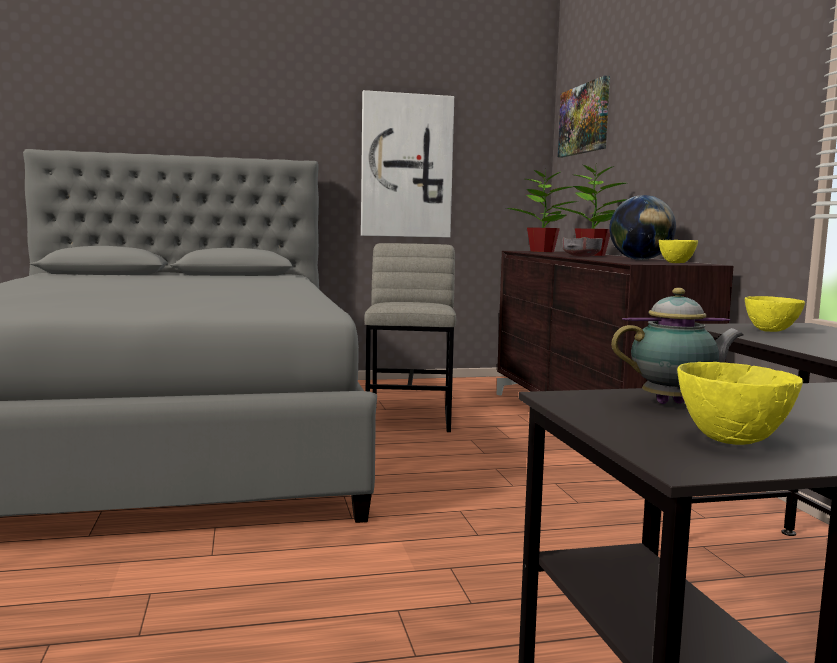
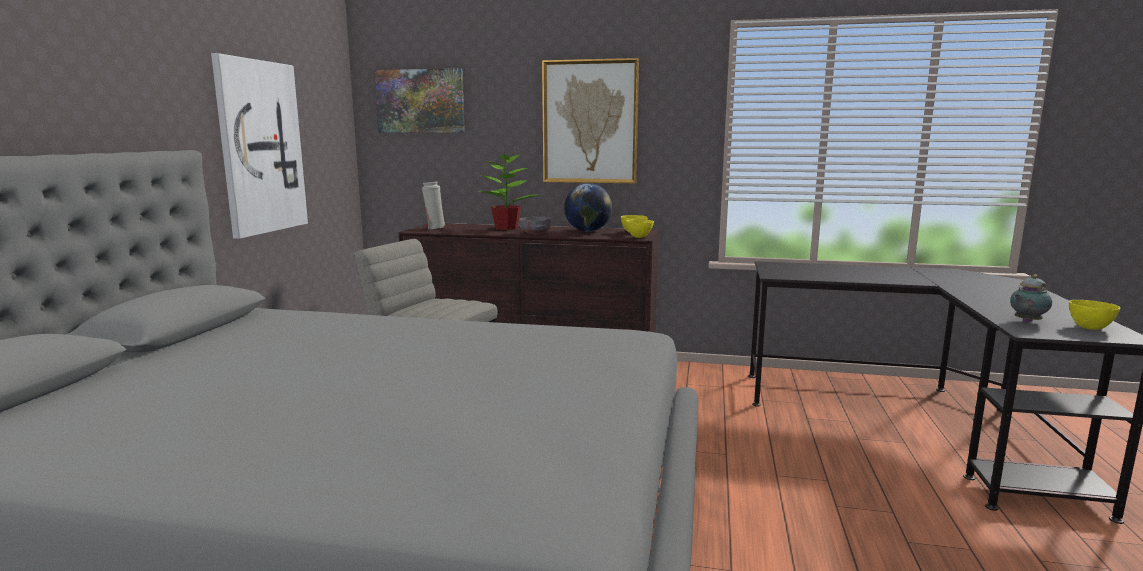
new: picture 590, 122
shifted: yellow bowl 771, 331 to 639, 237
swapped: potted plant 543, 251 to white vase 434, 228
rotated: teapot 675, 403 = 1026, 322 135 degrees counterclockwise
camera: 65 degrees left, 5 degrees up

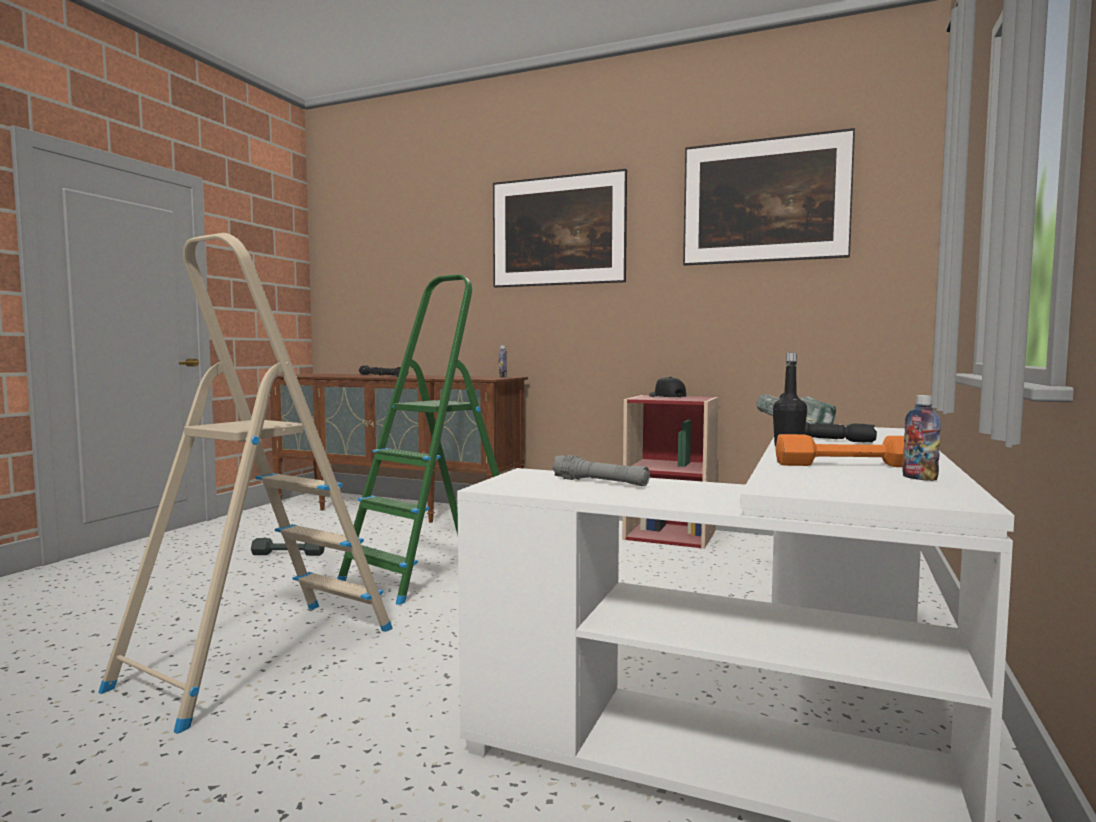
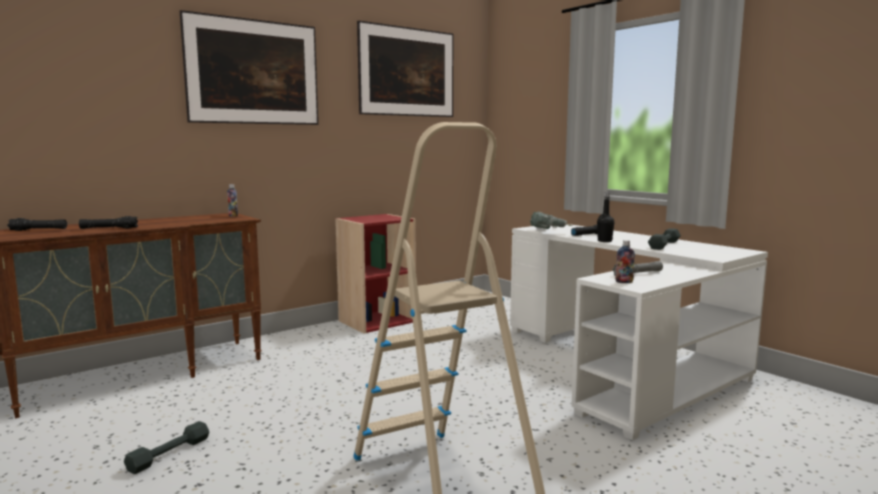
gone: green step ladder 435, 569; black cap 667, 397
shifted: bottle 919, 478 to 624, 282
repainted: orange dumbbell 848, 465 to grey dumbbell 664, 245
camera: 60 degrees left, 5 degrees up

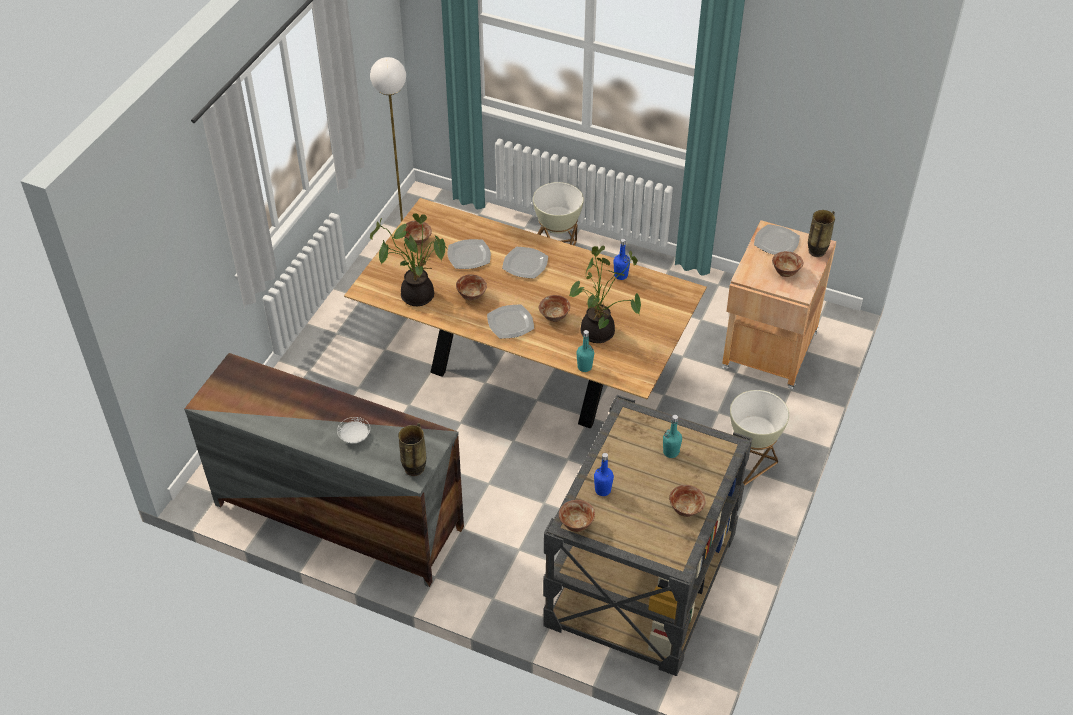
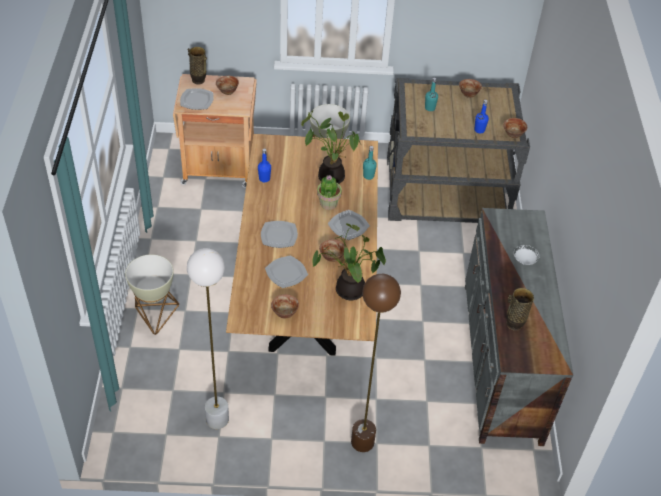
new: brown floor lamp 362, 442
shifted: vase 415, 469 to 514, 324
swapped: bowl 554, 317 to potted plant 328, 203
camera: 115 degrees left, 0 degrees up

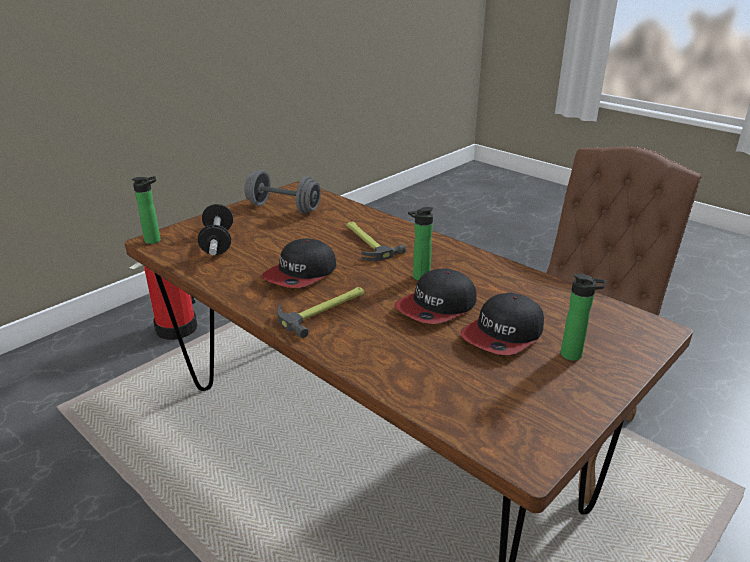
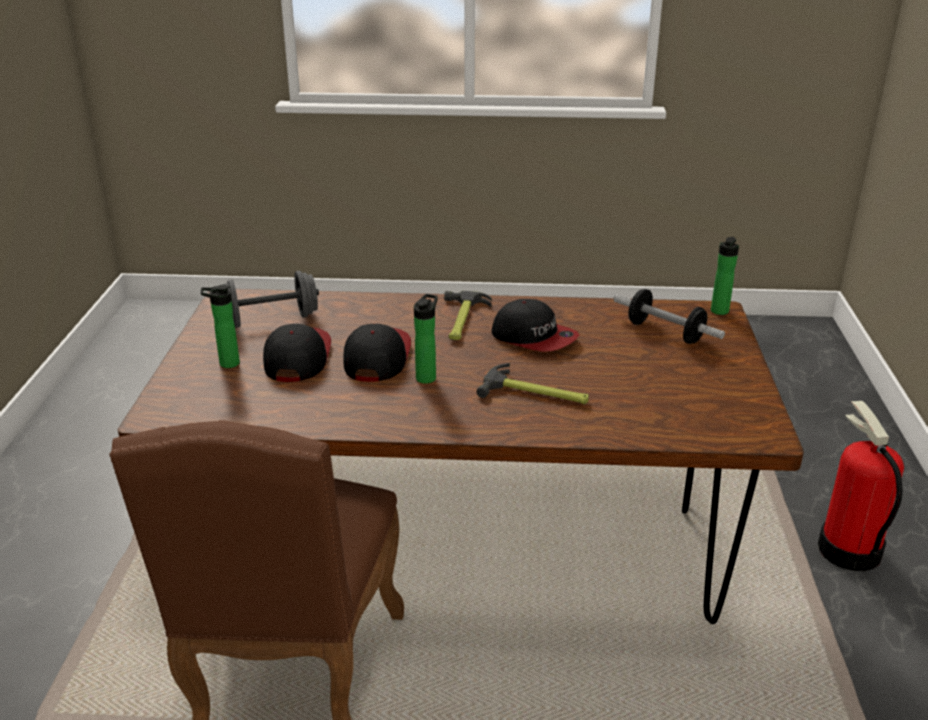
shifted: grey dumbbell 284, 208 to 270, 319
rotated: cap 301, 274 = 534, 337 135 degrees clockwise
camera: 140 degrees right, 0 degrees up

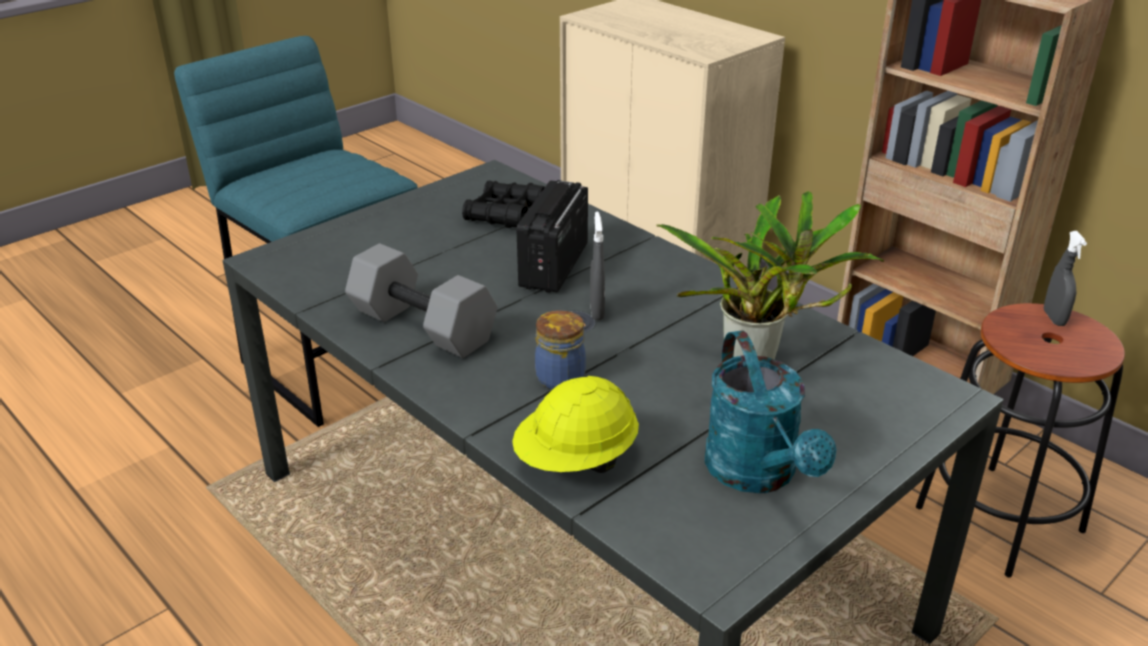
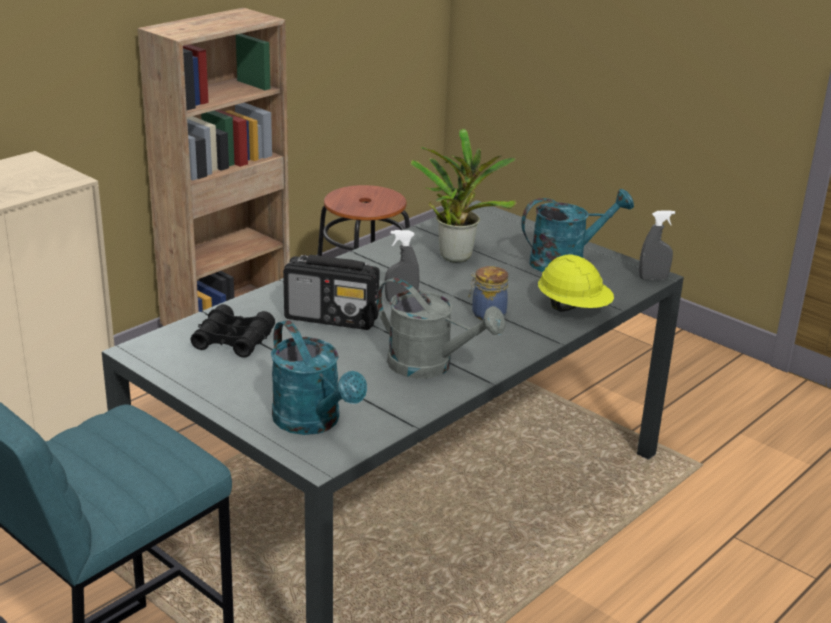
new: turquoise watering can 313, 422
shifted: grey spray bottle 1054, 318 to 653, 278
swapped: grey dumbbell 425, 326 to grey watering can 430, 366
camera: 95 degrees left, 5 degrees down

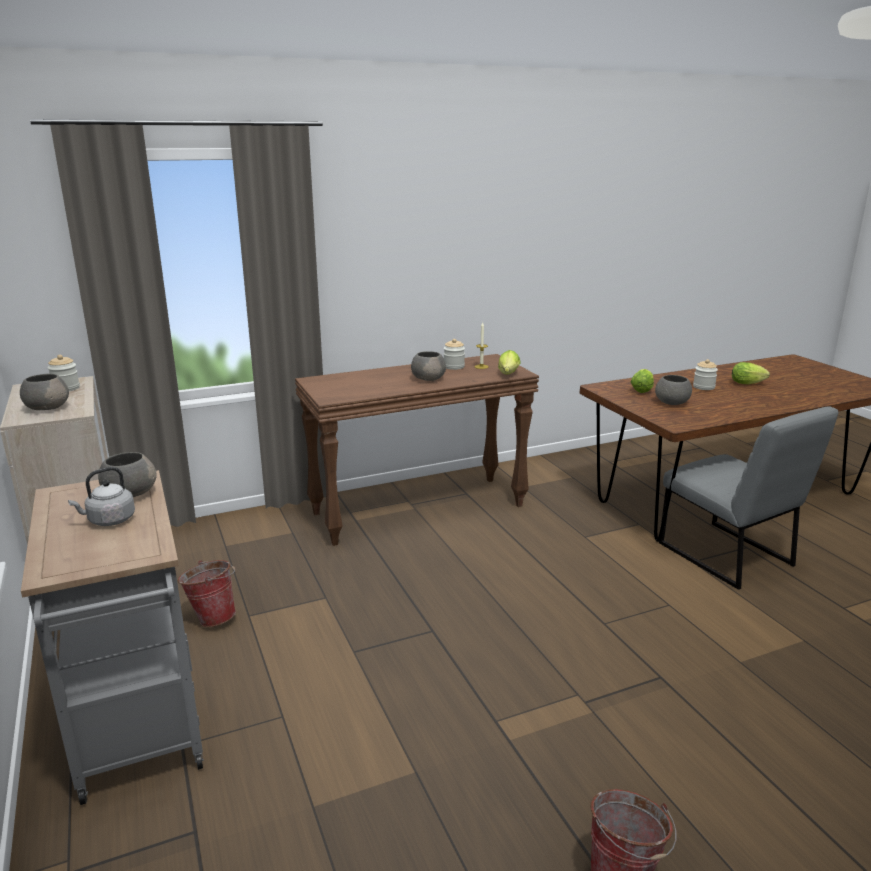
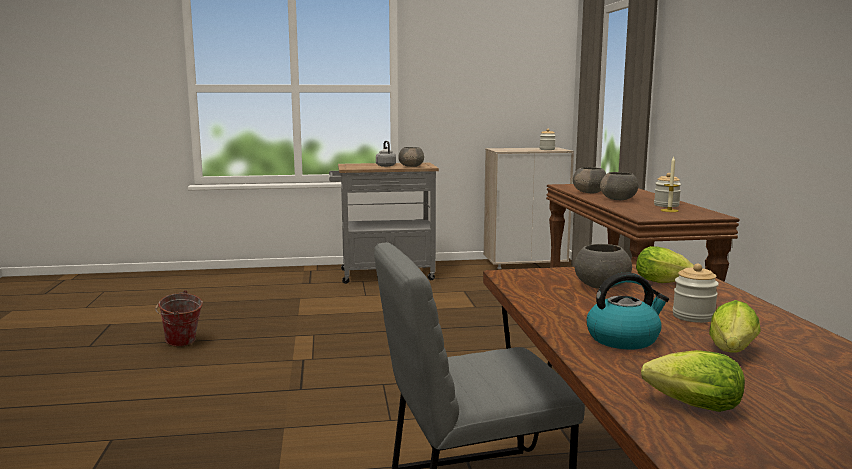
gone: bucket 213, 617
new: kettle 623, 339
shifted: grey bowl 47, 408 to 590, 192; lettuce 508, 375 to 688, 405
camera: 105 degrees right, 10 degrees down

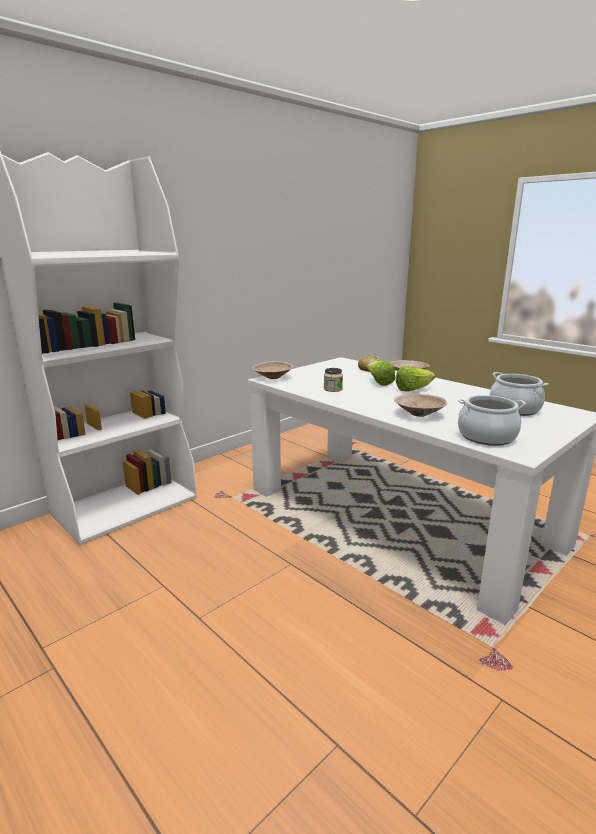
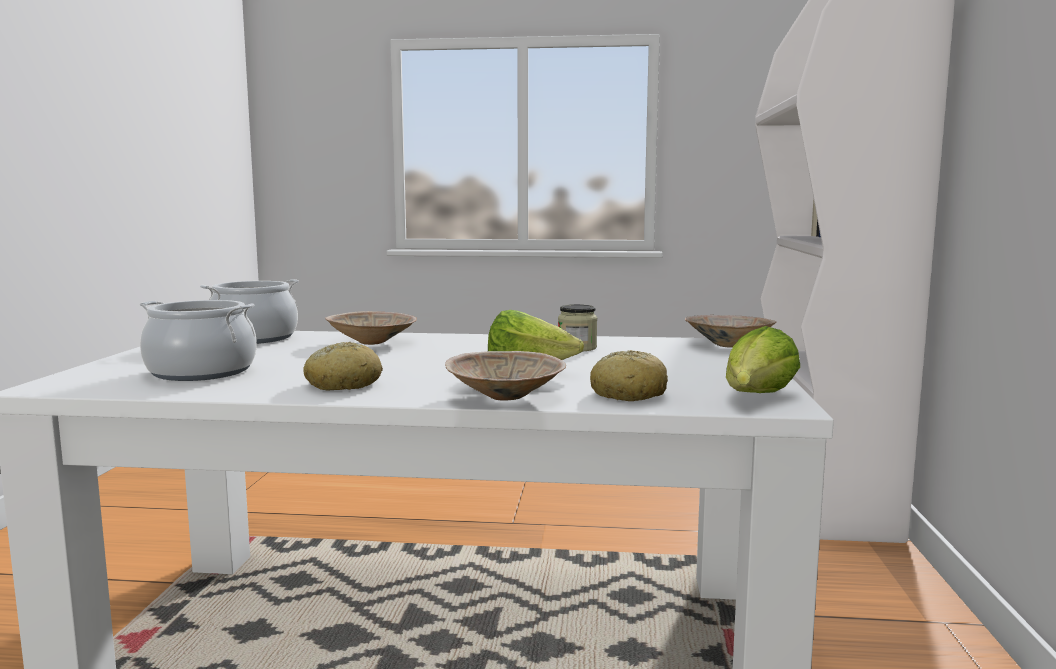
new: bread 342, 384
shifted: lettuce 412, 390 to 757, 398
camera: 140 degrees right, 10 degrees down

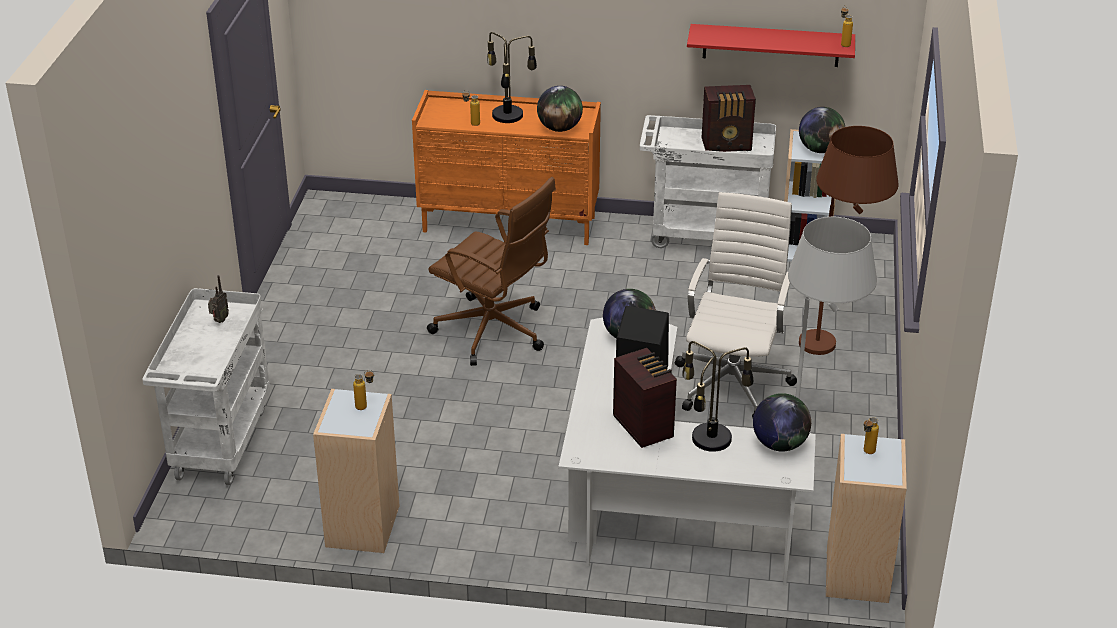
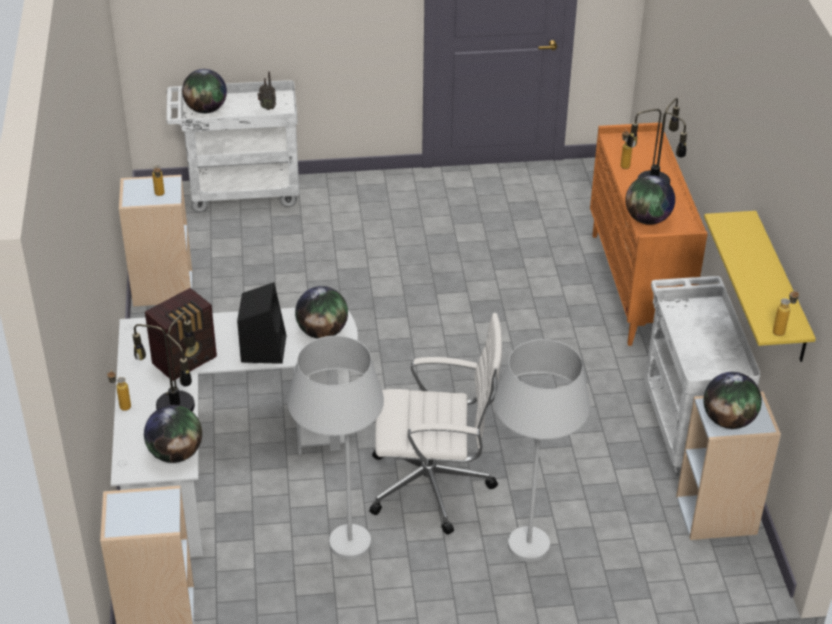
gone: brown office chair 494, 332; radio 727, 145
new: globe 206, 109
shifted: bottle 866, 453 to 121, 405
repainted: brown floor lamp 837, 348 to white floor lamp 528, 563; red shelf 771, 45 to yellow shelf 780, 288
camera: 75 degrees right, 5 degrees up

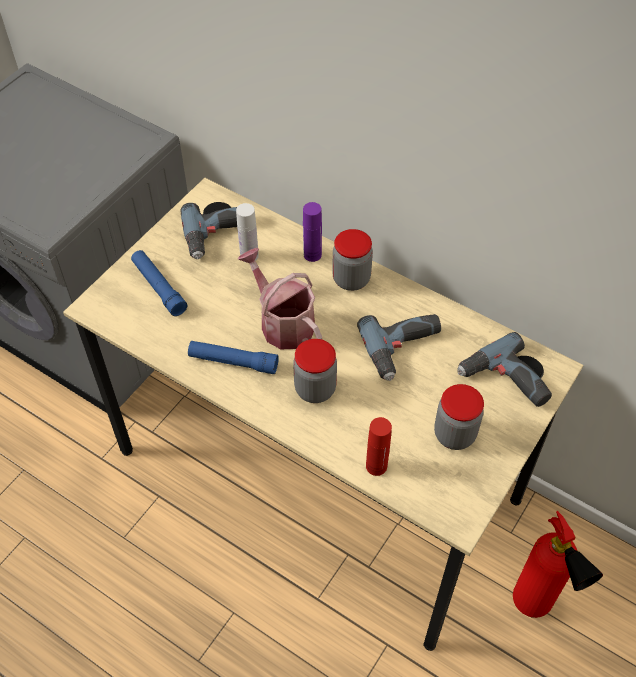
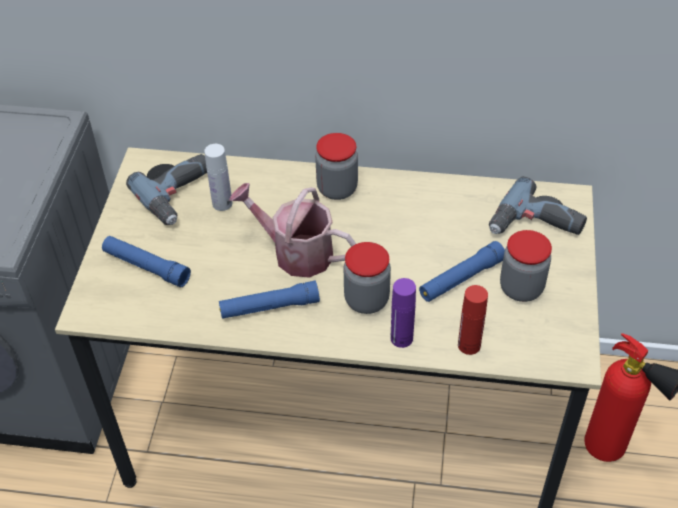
gone: power drill 404, 349
new: blue flashlight 461, 279
shifted: purple bottle 312, 254 to 401, 338
camera: 25 degrees left, 5 degrees down

